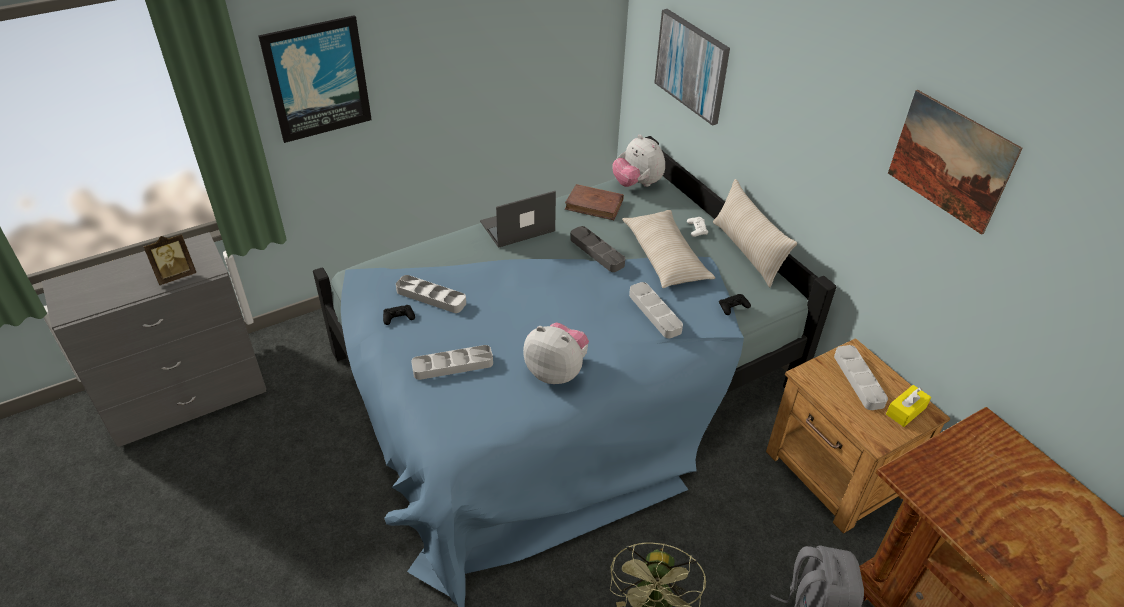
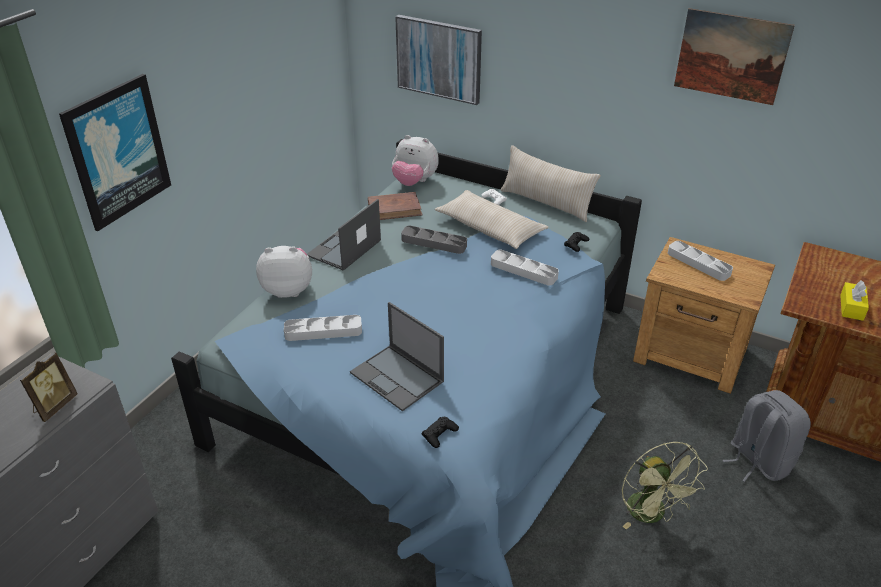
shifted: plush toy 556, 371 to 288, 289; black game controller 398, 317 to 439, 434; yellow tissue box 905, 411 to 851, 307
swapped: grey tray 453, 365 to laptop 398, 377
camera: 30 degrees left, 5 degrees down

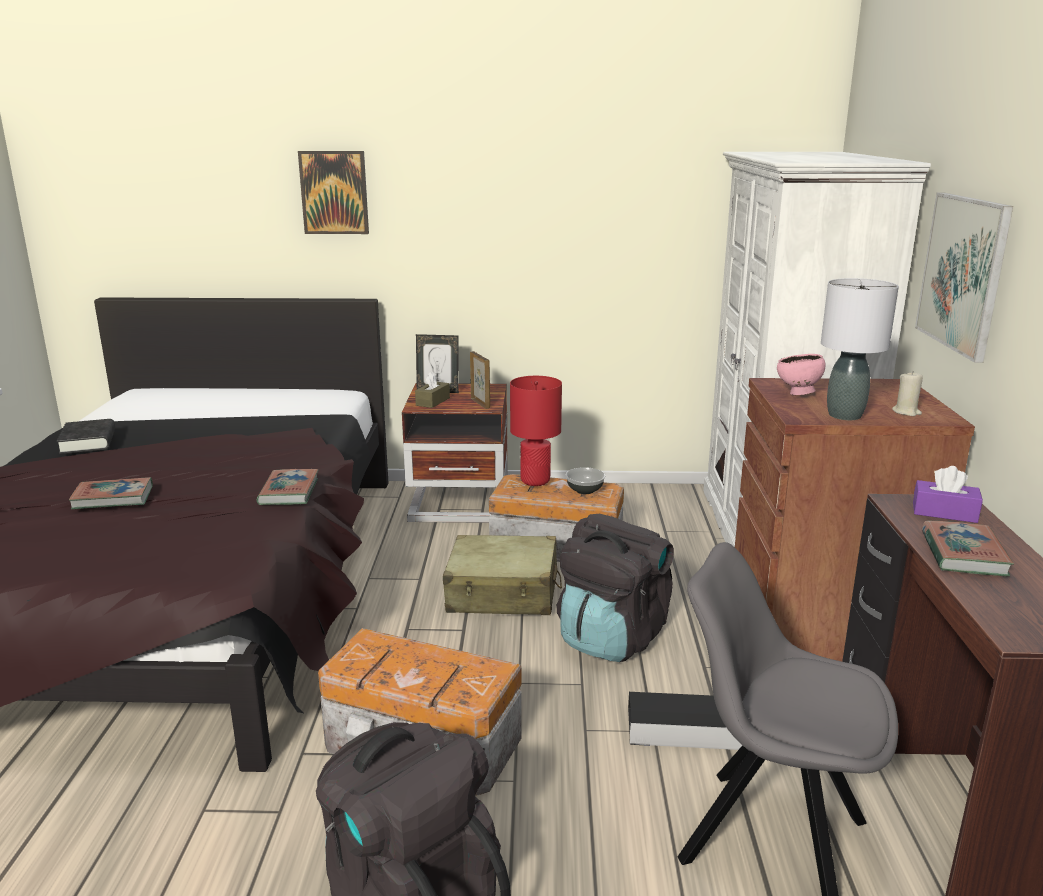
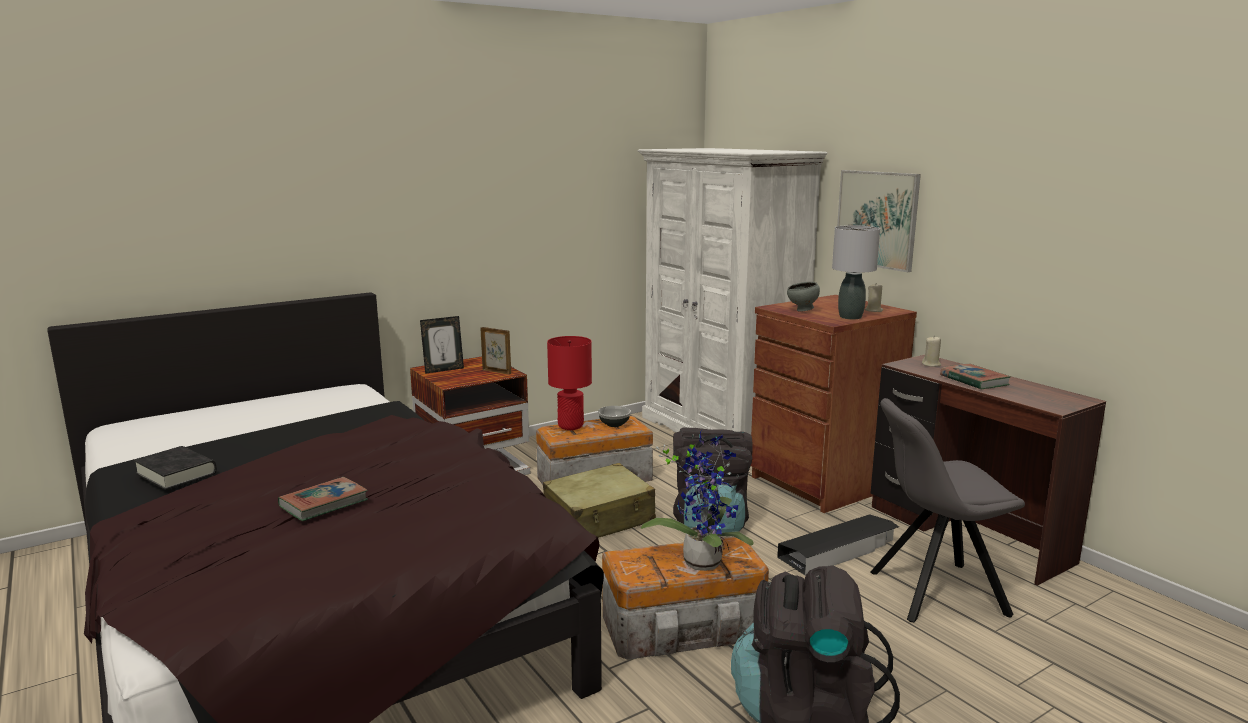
gone: book 289, 492; picture 334, 192; brown tissue box 433, 401
new: potted plant 702, 560
swapped: purple tissue box 944, 512 to beige candle 931, 364
repainted: pink bowl 798, 394 to grey bowl 802, 311
camera: 35 degrees left, 5 degrees down

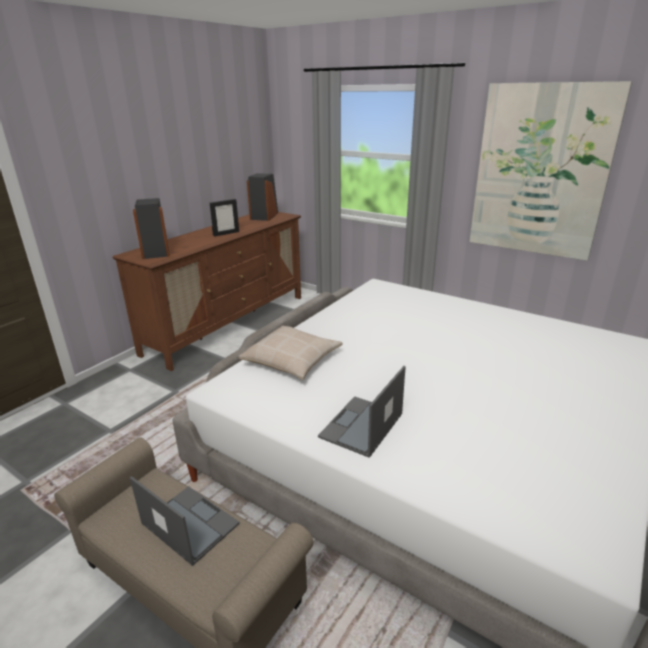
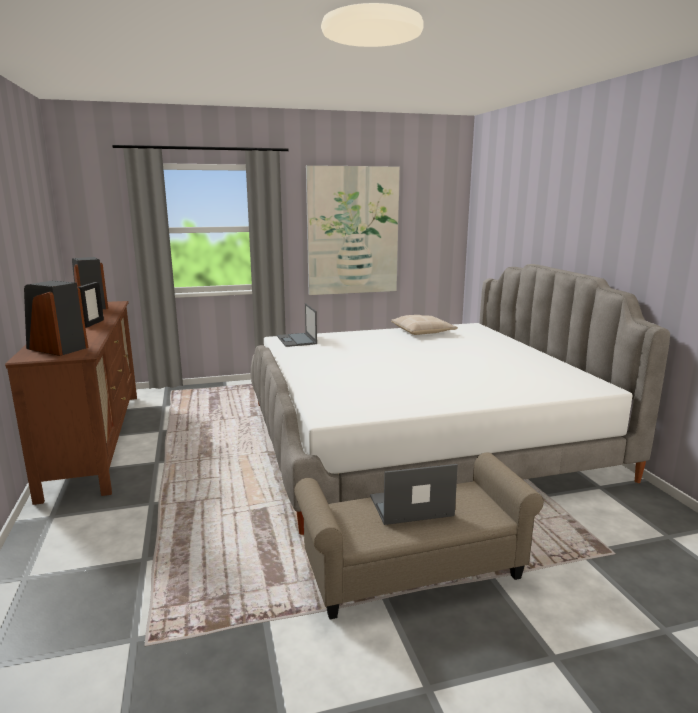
shifted: laptop 361, 426 to 297, 340; beige pillow 292, 360 to 423, 332
camera: 50 degrees left, 10 degrees down

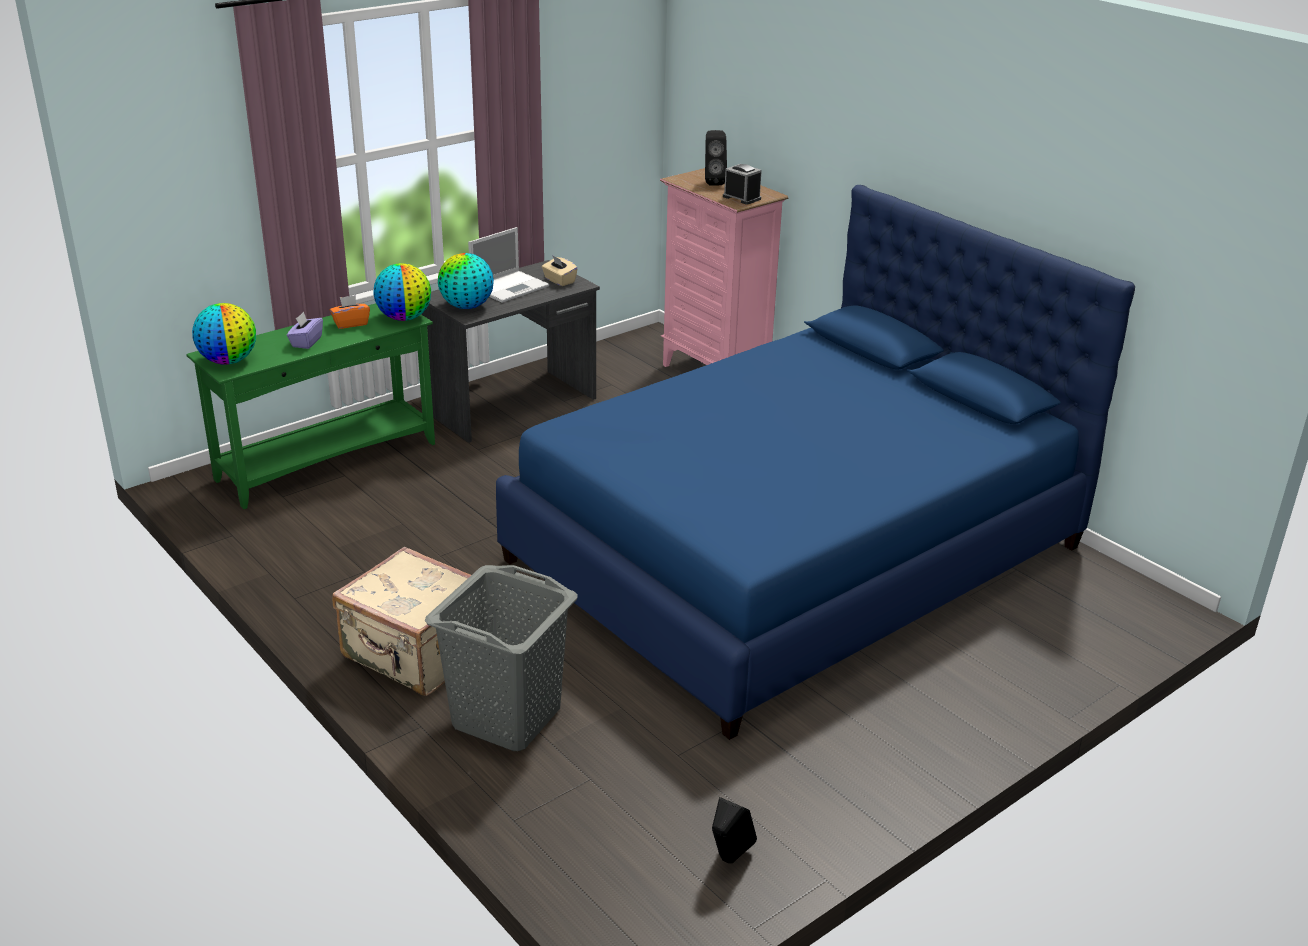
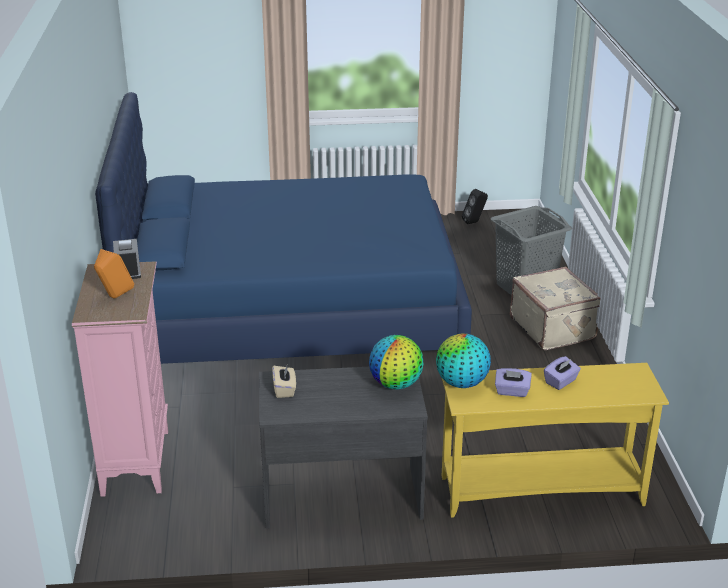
gone: globe 228, 361; laptop 510, 287
repainted: black speaker 713, 182 to orange speaker 115, 297; green console table 327, 461 to yellow console table 540, 491; orange tissue box 351, 323 to purple tissue box 512, 391
camera: 145 degrees left, 0 degrees up

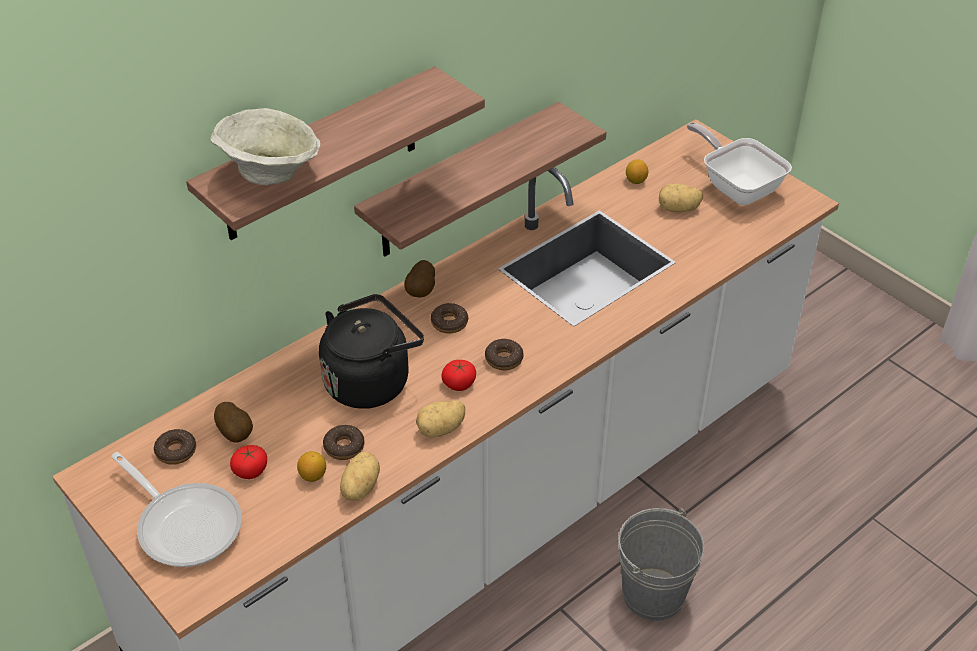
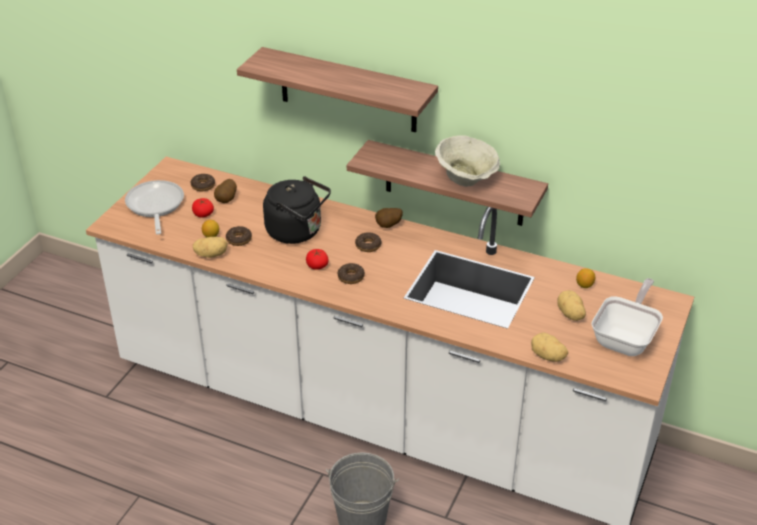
shifted: beige bowl 271, 174 to 466, 179; potato 441, 429 to 547, 357
rotated: frying pan 185, 524 = 155, 207 150 degrees clockwise
camera: 65 degrees right, 5 degrees down

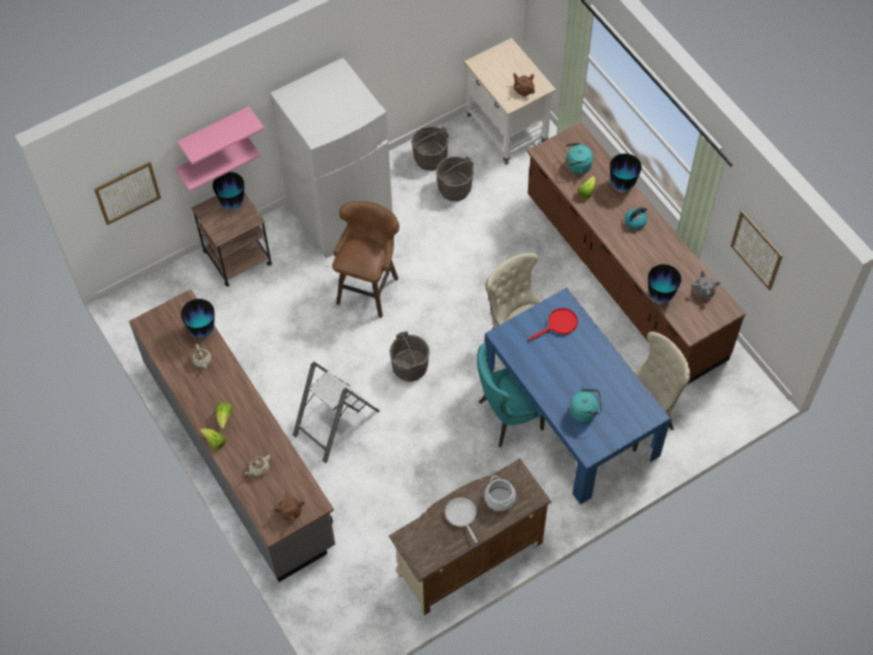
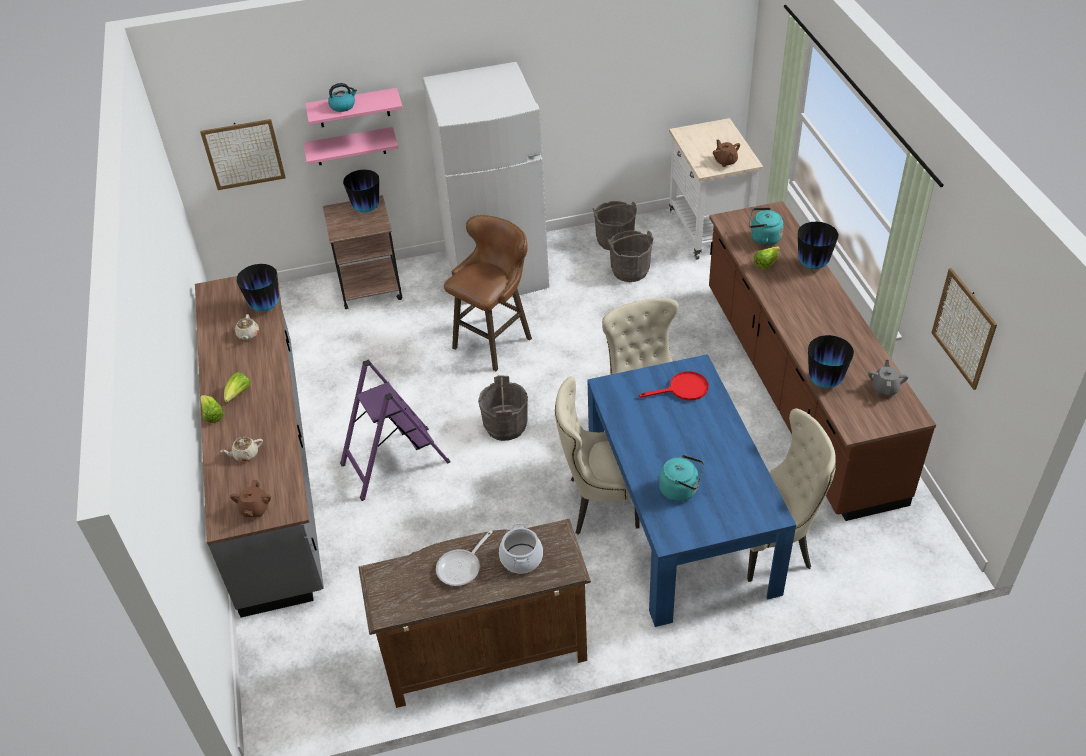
shifted: kettle 635, 221 to 343, 106
repainted: grey step ladder 335, 423 to purple step ladder 393, 462; turquoise chair 508, 417 to beige chair 601, 504
rotated: frying pan 461, 516 = 462, 567 135 degrees counterclockwise
camera: 20 degrees right, 15 degrees down

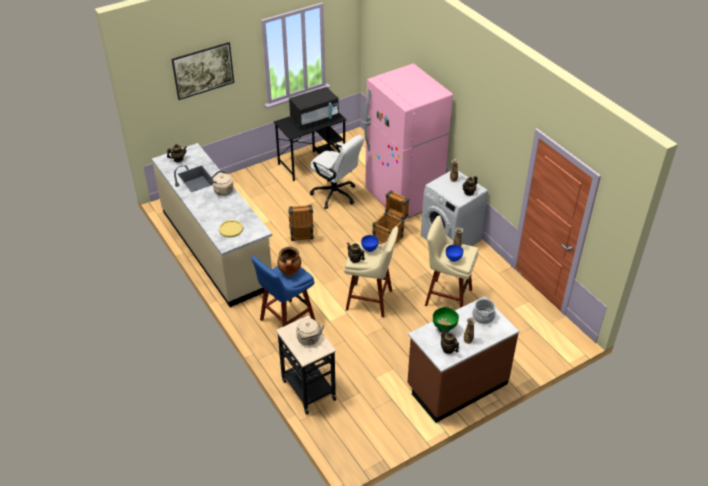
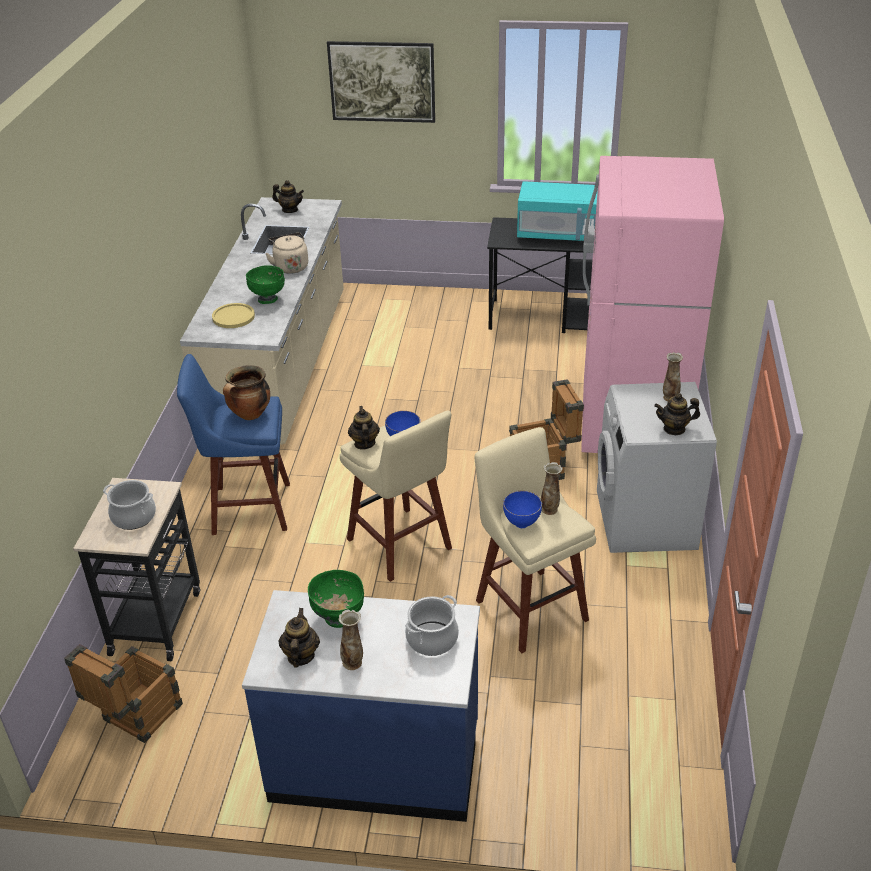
gone: white office chair 336, 195
new: green bowl 268, 299
shifted: crate 301, 235 to 135, 718
swapped: beige kettle 309, 340 to cooking pot 133, 517
repainted: brown counter 456, 385 to blue counter 375, 762; black microwave 314, 118 to turquoise microwave 558, 234
camera: 40 degrees right, 5 degrees down

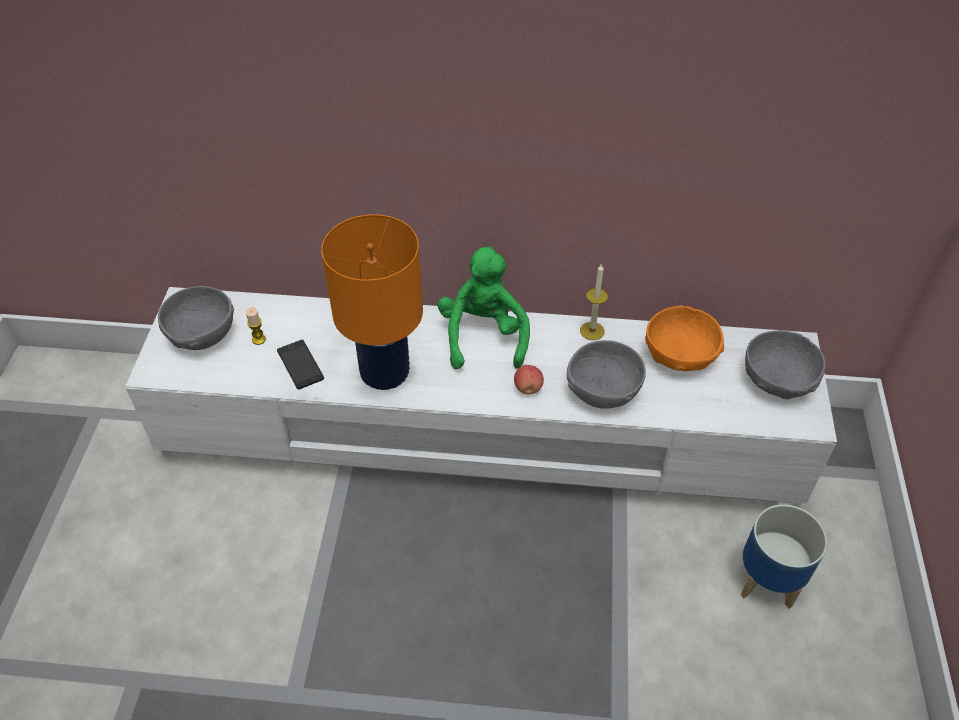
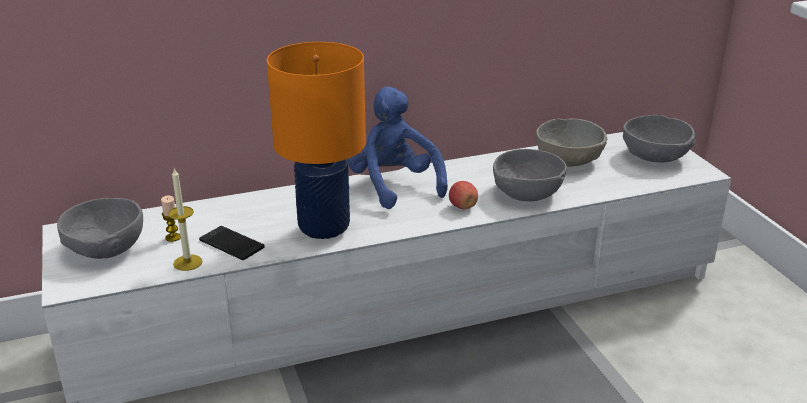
gone: planter 768, 581
shifted: candle 592, 331 to 188, 262
repainted: green plush toy 483, 336 to blue plush toy 394, 186; orange bowl 679, 355 to grey bowl 568, 160
camera: 25 degrees left, 20 degrees down

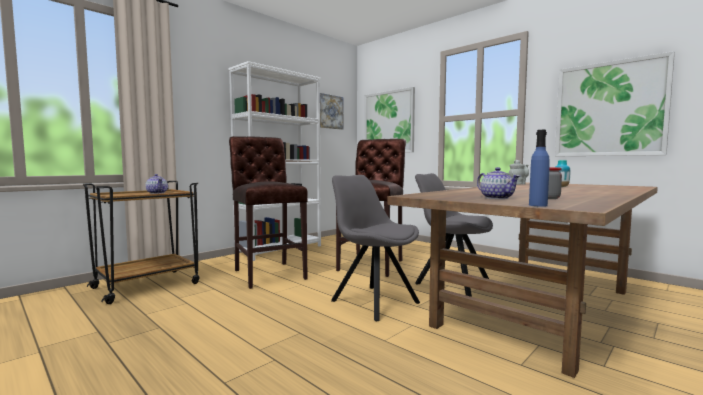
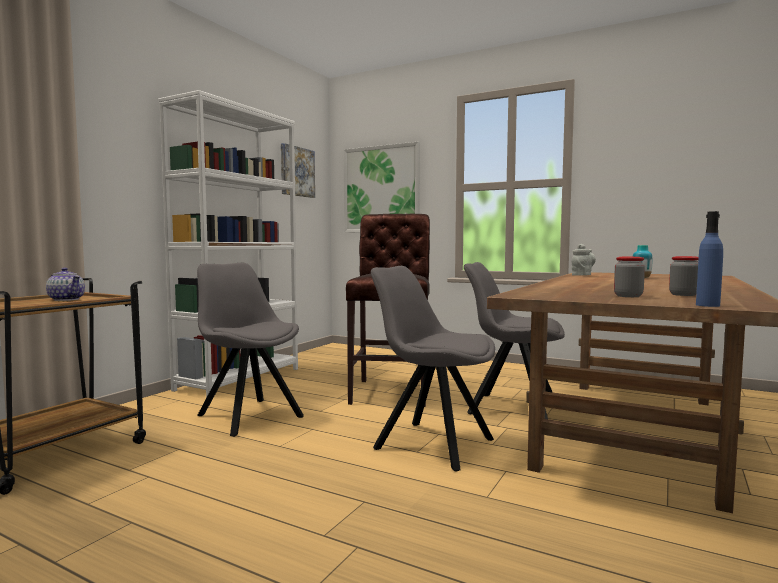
gone: picture 609, 109
swapped: brown stool 268, 273 to grey chair 249, 416; teapot 496, 198 to jar 628, 296
camera: 15 degrees left, 0 degrees up

